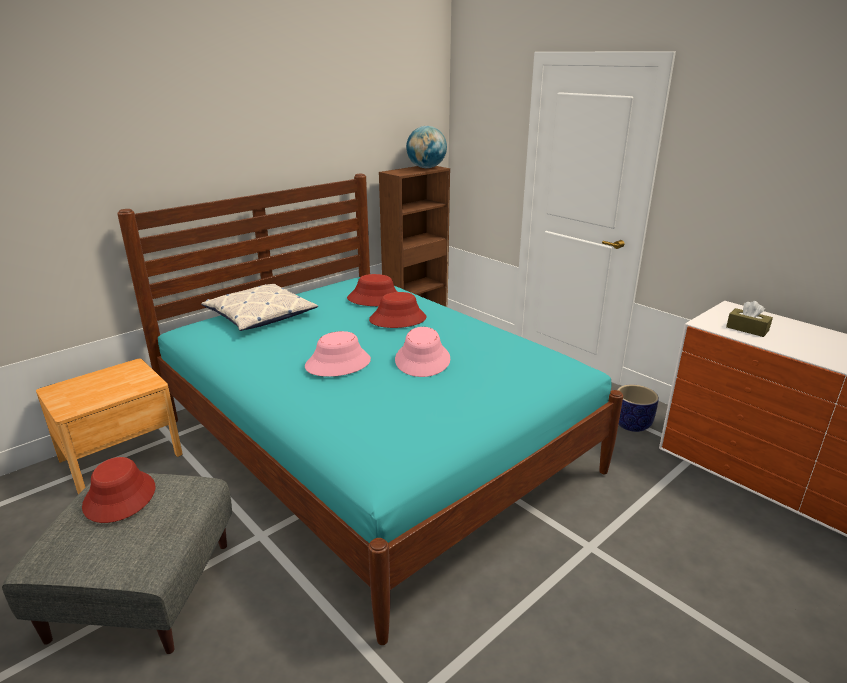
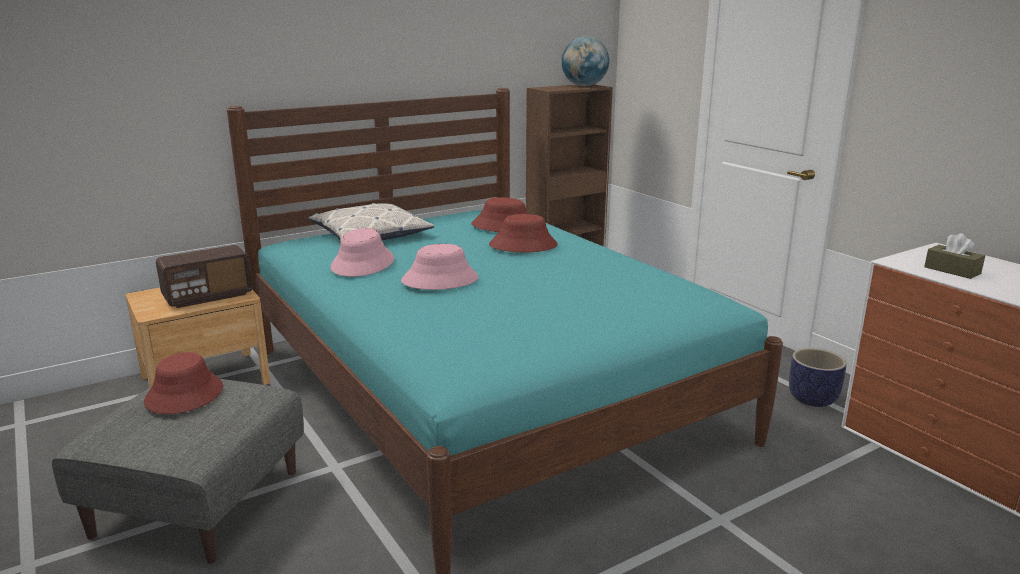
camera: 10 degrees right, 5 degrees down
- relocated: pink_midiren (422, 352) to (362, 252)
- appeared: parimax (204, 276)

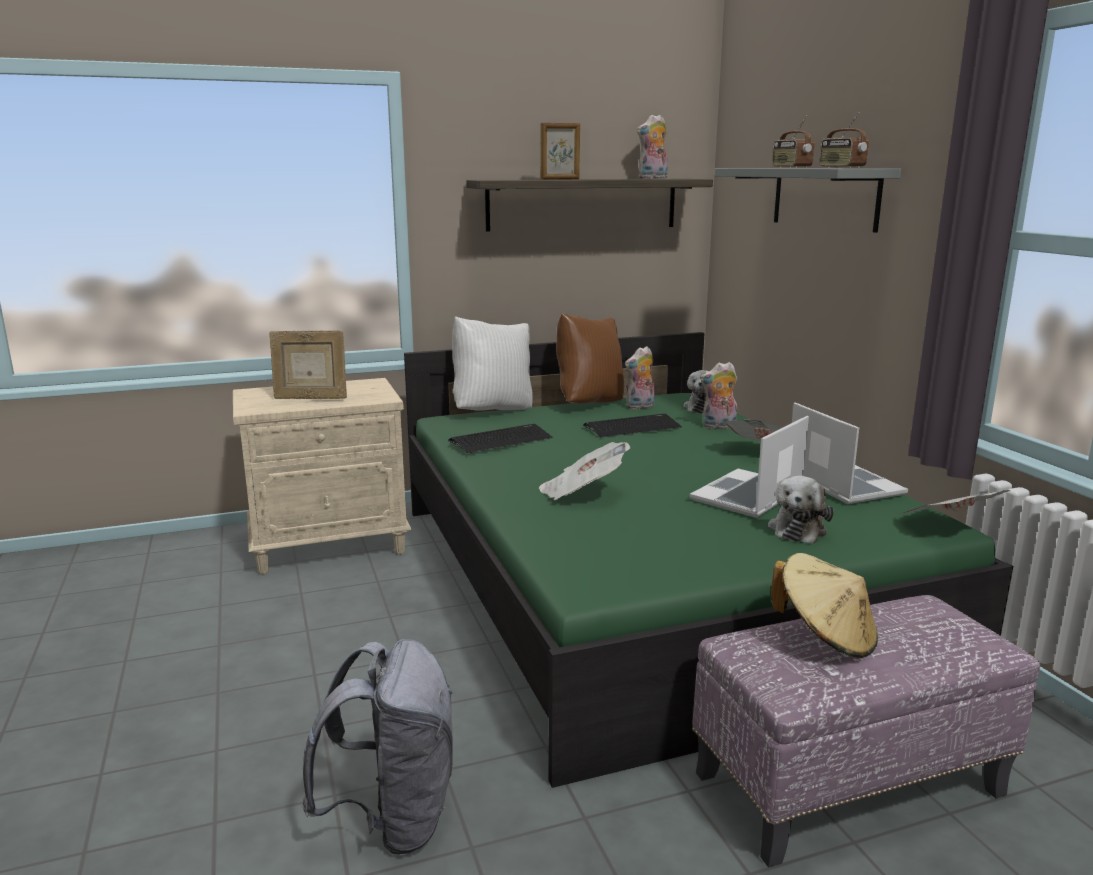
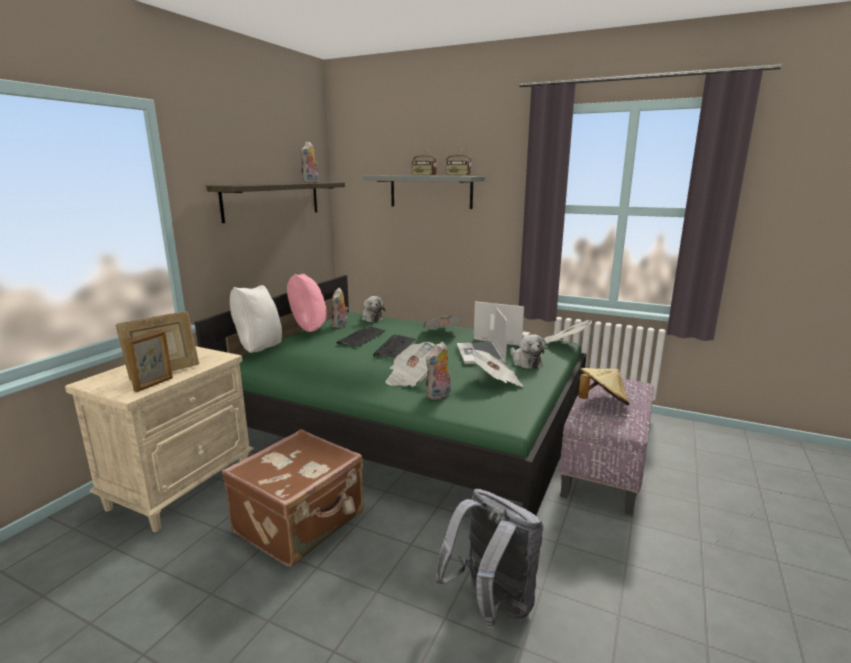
camera: 45 degrees left, 0 degrees up
- relocated: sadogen (560, 151) to (149, 360)
- colour: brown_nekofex (590, 358) to pink_nekofex (307, 303)
- relocated: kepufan (718, 395) to (438, 371)
- relocated: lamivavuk (500, 438) to (394, 346)
- appeared: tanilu (495, 368)
- appeared: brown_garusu (293, 498)

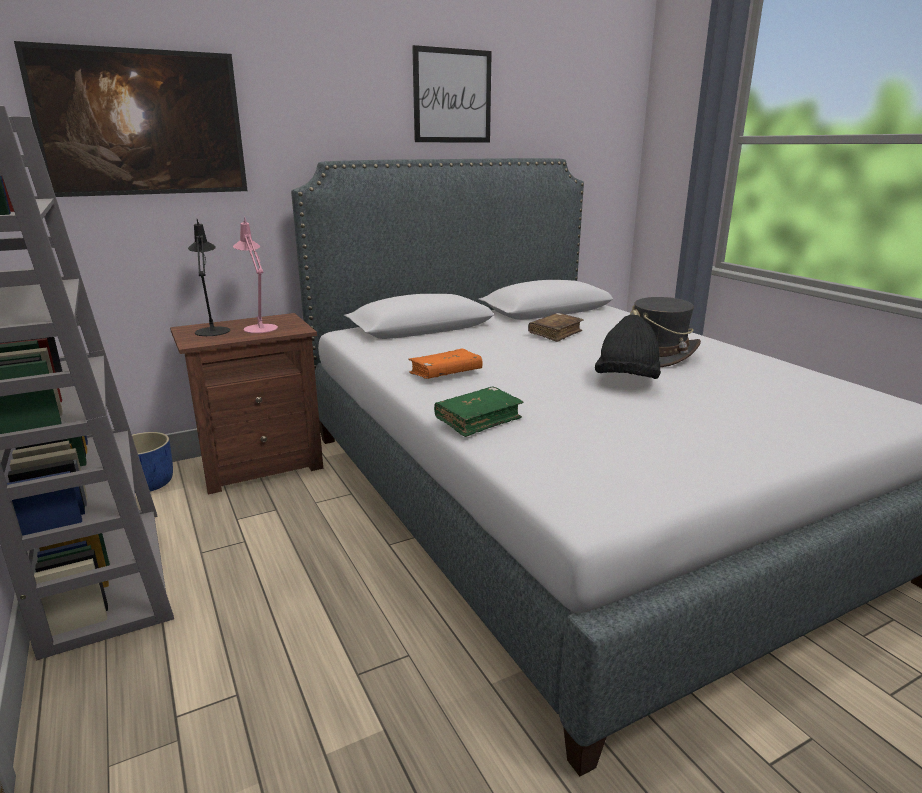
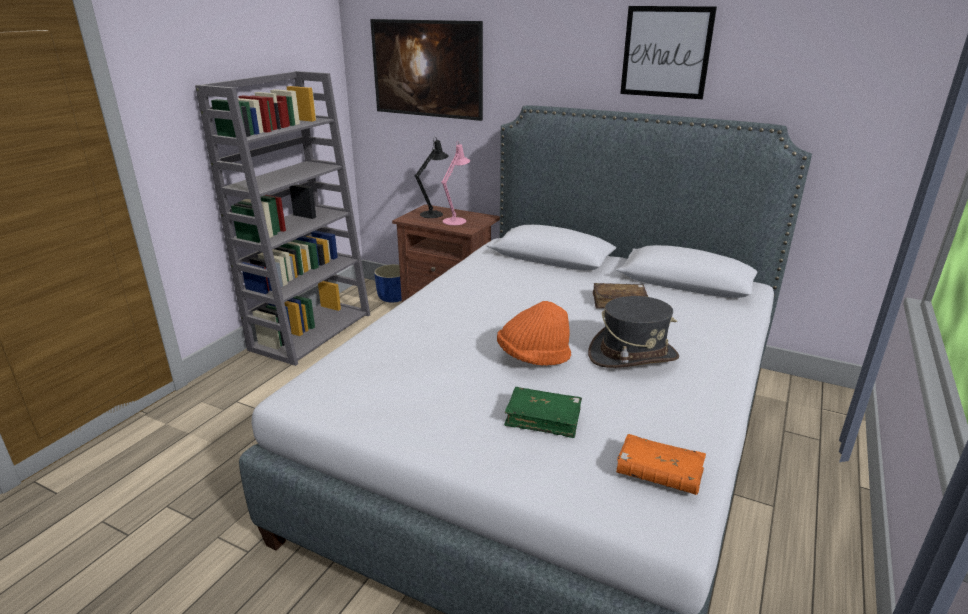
camera: 55 degrees right, 5 degrees up
- colour: black_midiren (628, 347) to orange_midiren (534, 333)
- relocated: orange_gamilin (445, 363) to (661, 464)
- relocated: green_gamilin (479, 412) to (543, 412)

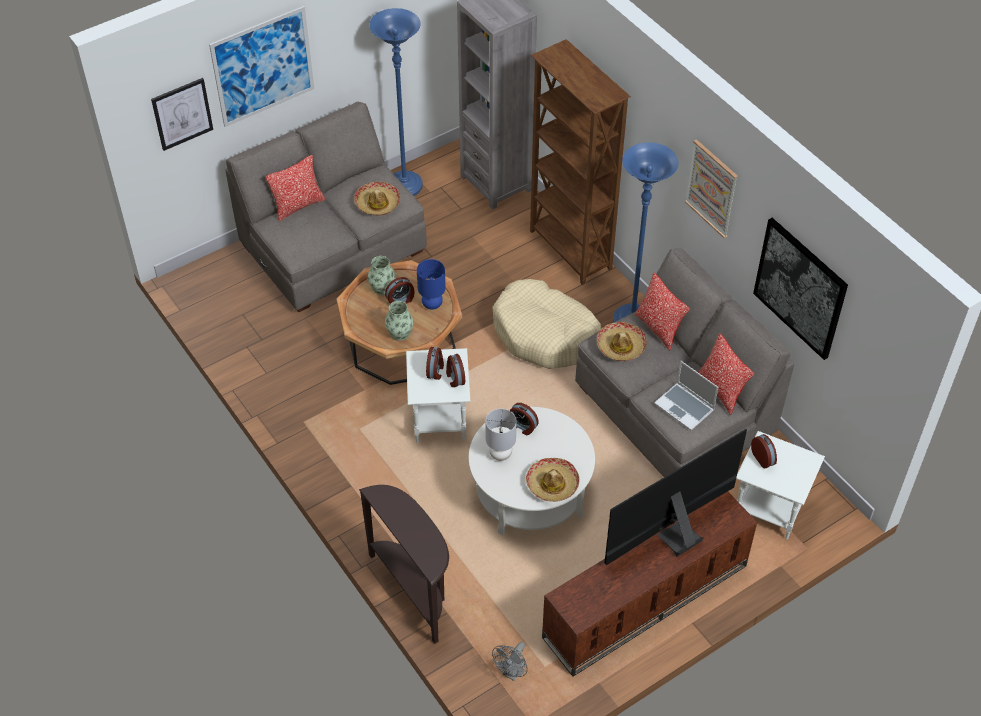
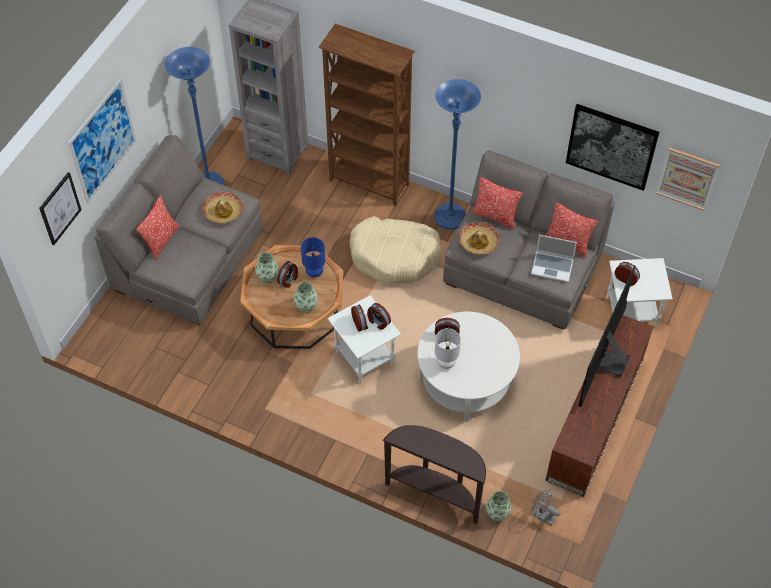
camera: 30 degrees left, 5 degrees up
- relocated: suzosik (711, 189) to (688, 179)
- missing: midiren (553, 480)
- spun: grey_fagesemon (510, 661) = (546, 507) 120 degrees clockwise
- appeared: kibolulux (499, 506)

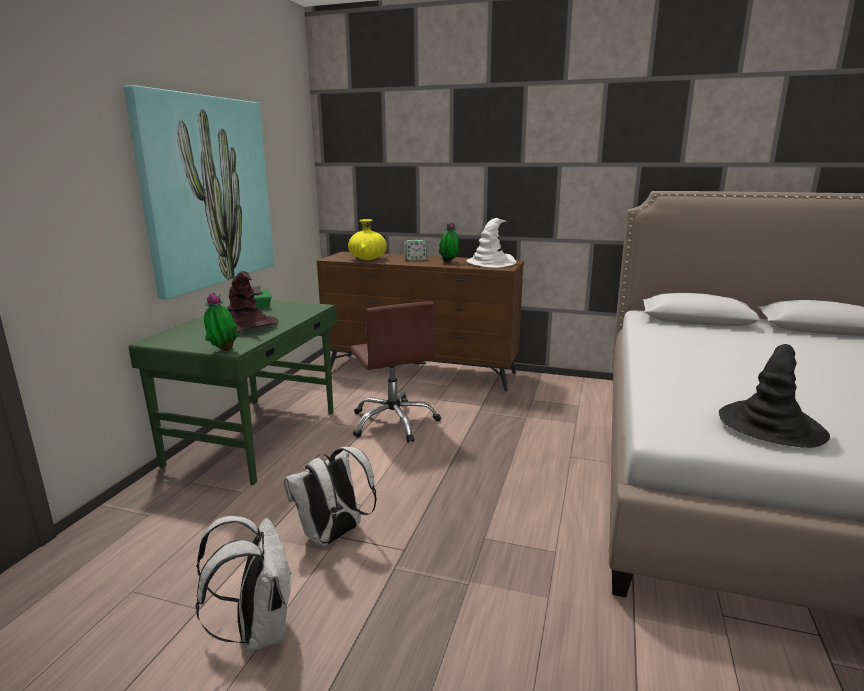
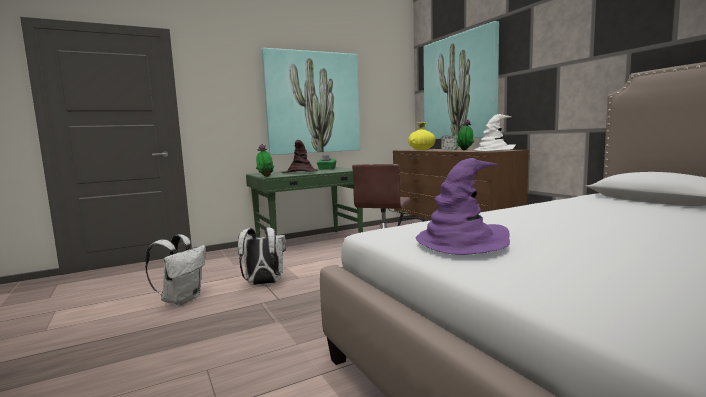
camera: 45 degrees right, 10 degrees down
- colour: black_midiren (774, 396) to purple_midiren (462, 206)
- appeared: suzosik (461, 80)

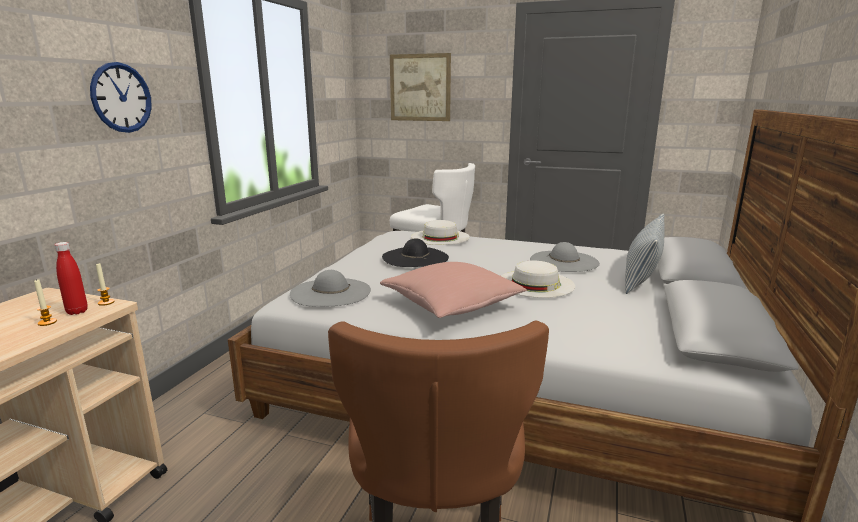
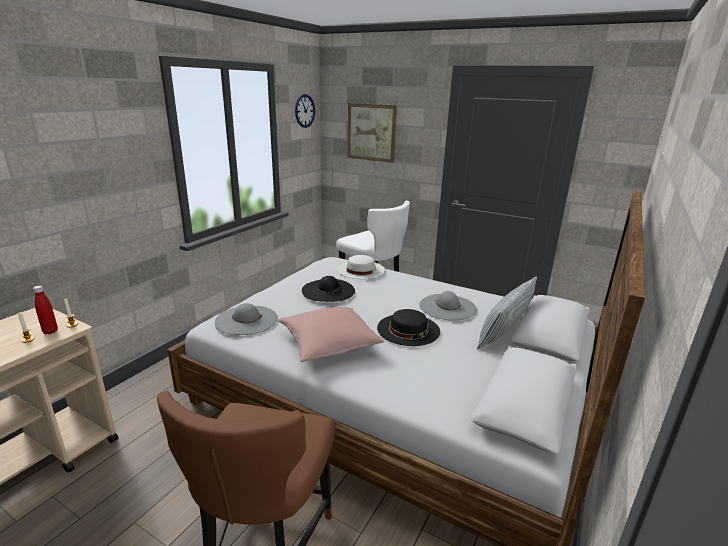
camera: 10 degrees right, 5 degrees up
- relocated: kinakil (121, 97) to (305, 111)
- colour: white_midiren (538, 279) to black_midiren (408, 327)

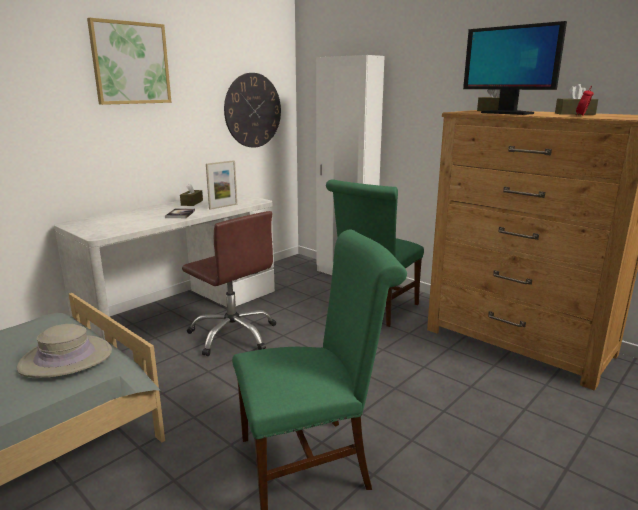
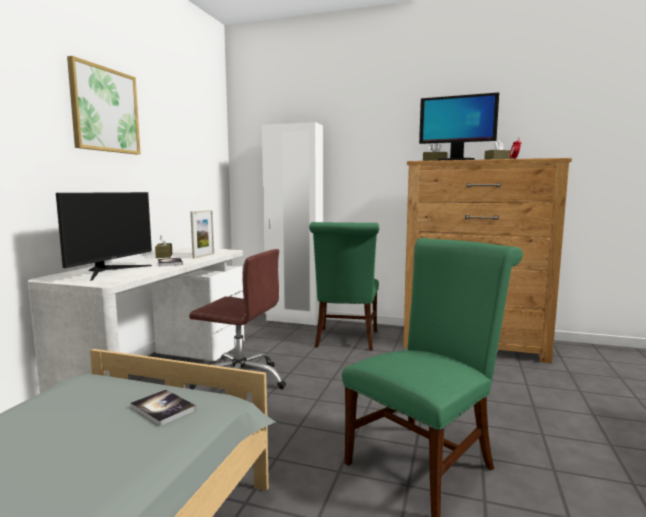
camera: 25 degrees left, 10 degrees down
- missing: kinakil (252, 110)
- exchanged: beige_midiren (64, 351) to gamilin (163, 407)
- appeared: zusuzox (104, 236)

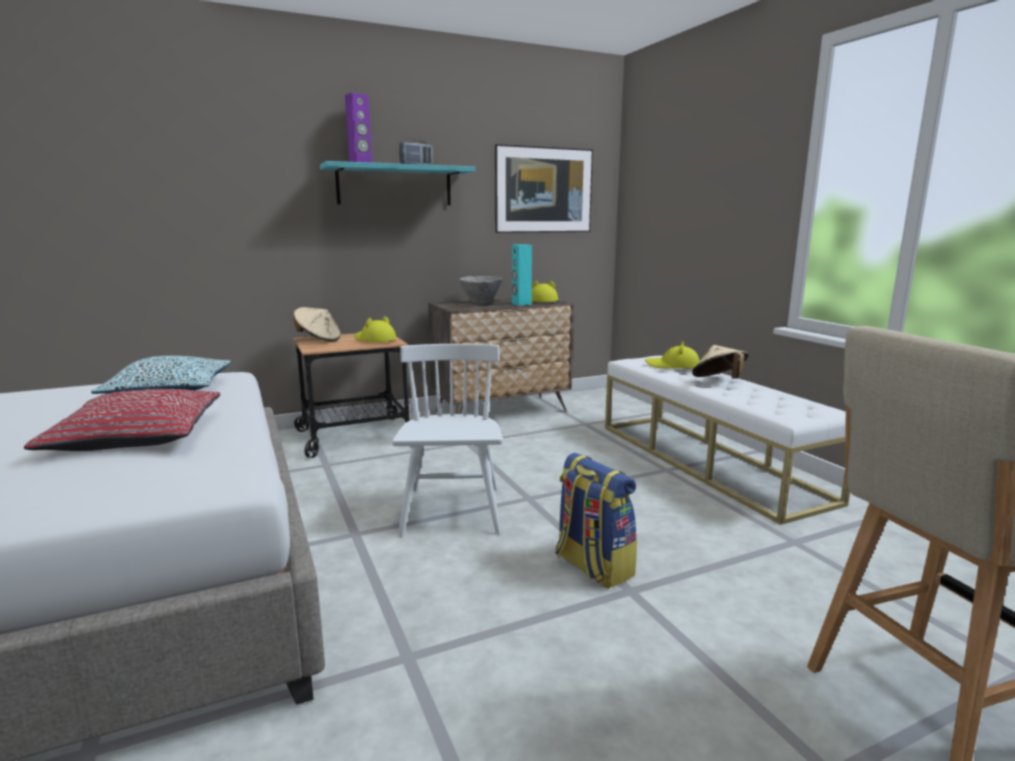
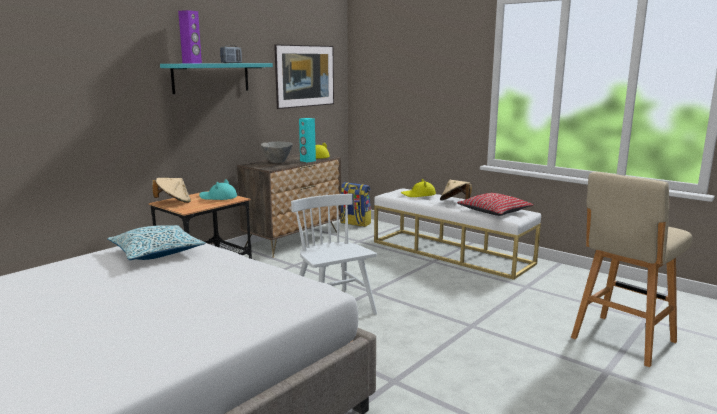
camera: 25 degrees left, 0 degrees up
- colour: yellow_midiren (375, 329) to turquoise_midiren (218, 189)
- relocated: red_nekofex (122, 420) to (495, 204)
- relocated: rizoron (596, 521) to (355, 204)

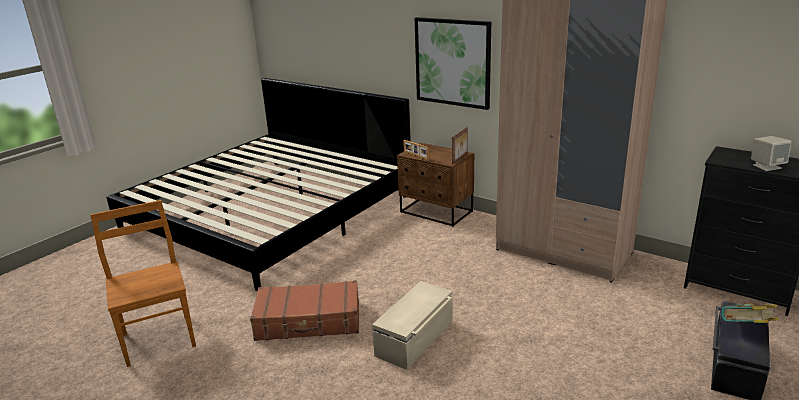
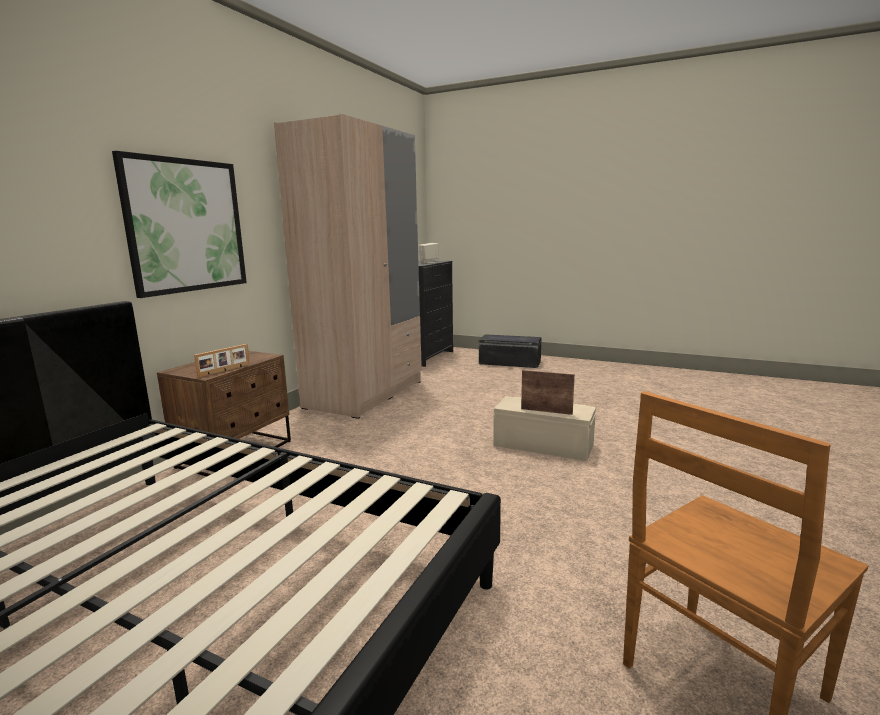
camera: 100 degrees left, 10 degrees down
- relocated: sadogen (460, 145) to (548, 392)
- missing: brown_garusu (304, 310)
- missing: gamilin (749, 313)

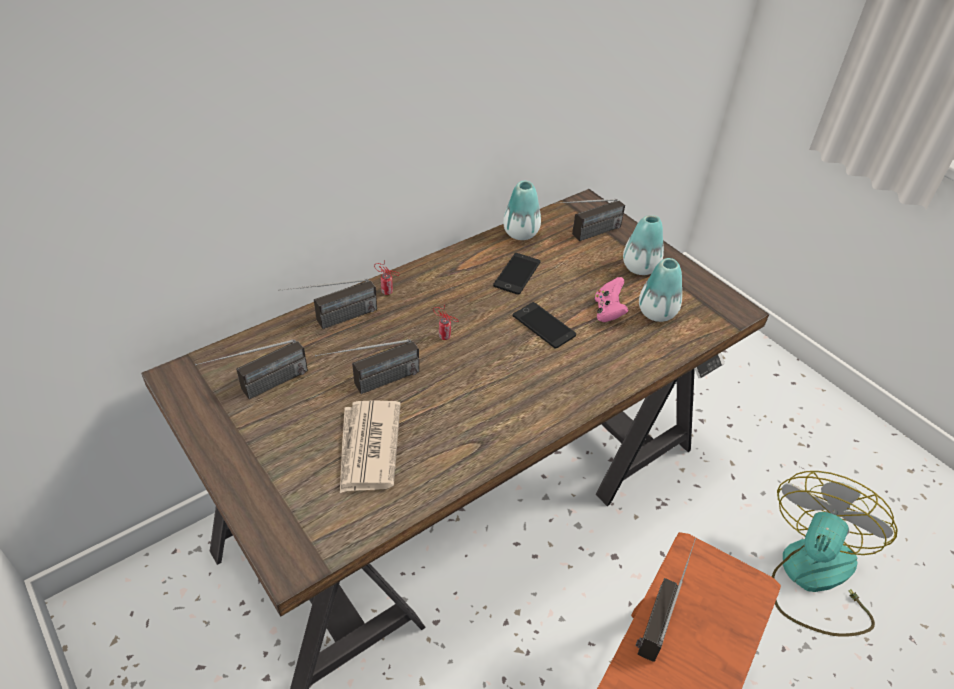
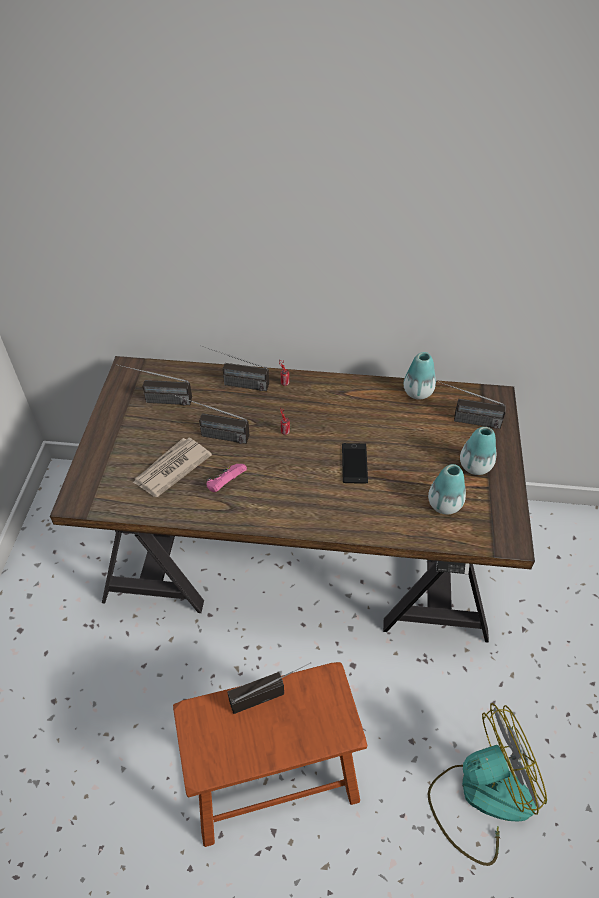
camera: 45 degrees right, 5 degrees up
- missing: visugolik (516, 274)
- relocated: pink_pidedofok (612, 299) to (226, 478)

